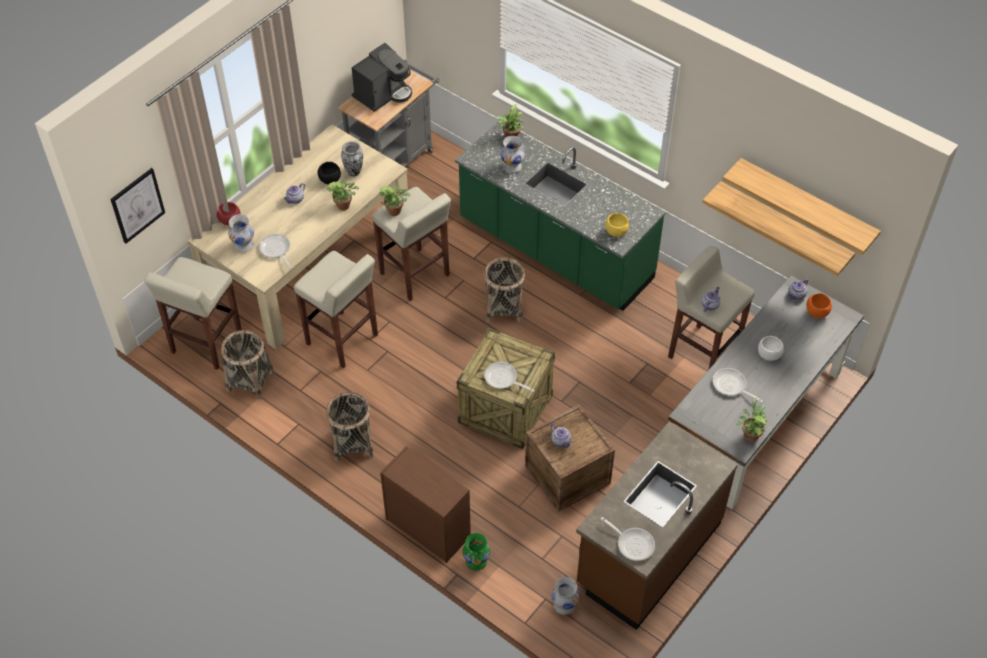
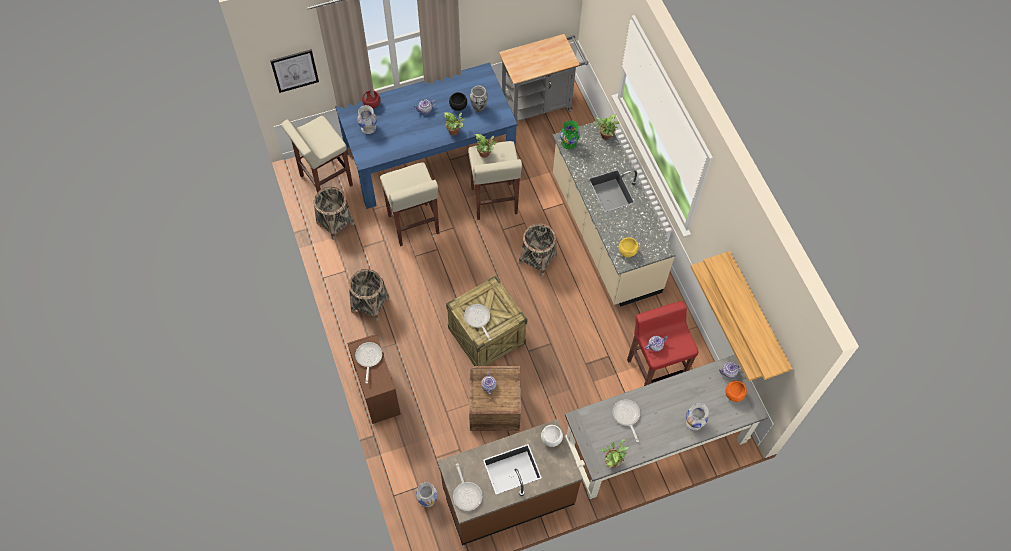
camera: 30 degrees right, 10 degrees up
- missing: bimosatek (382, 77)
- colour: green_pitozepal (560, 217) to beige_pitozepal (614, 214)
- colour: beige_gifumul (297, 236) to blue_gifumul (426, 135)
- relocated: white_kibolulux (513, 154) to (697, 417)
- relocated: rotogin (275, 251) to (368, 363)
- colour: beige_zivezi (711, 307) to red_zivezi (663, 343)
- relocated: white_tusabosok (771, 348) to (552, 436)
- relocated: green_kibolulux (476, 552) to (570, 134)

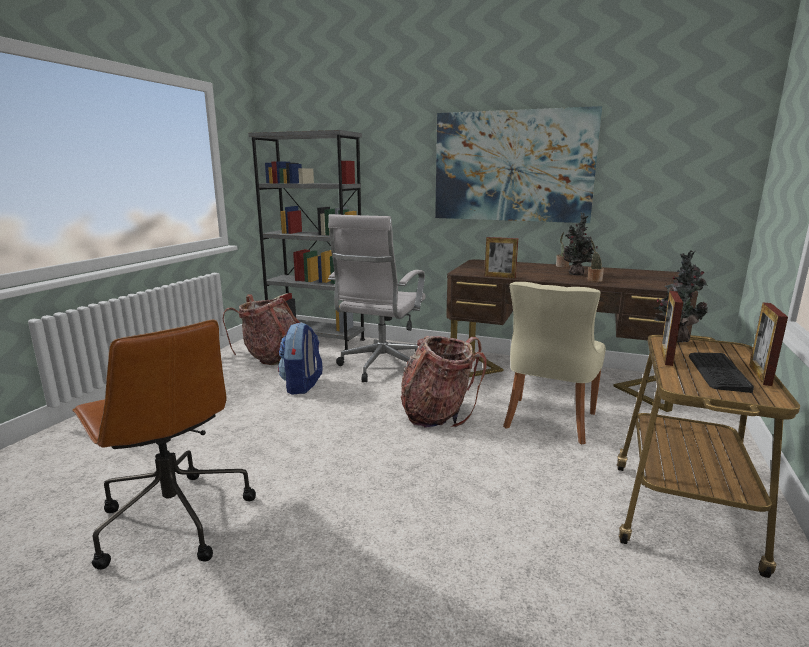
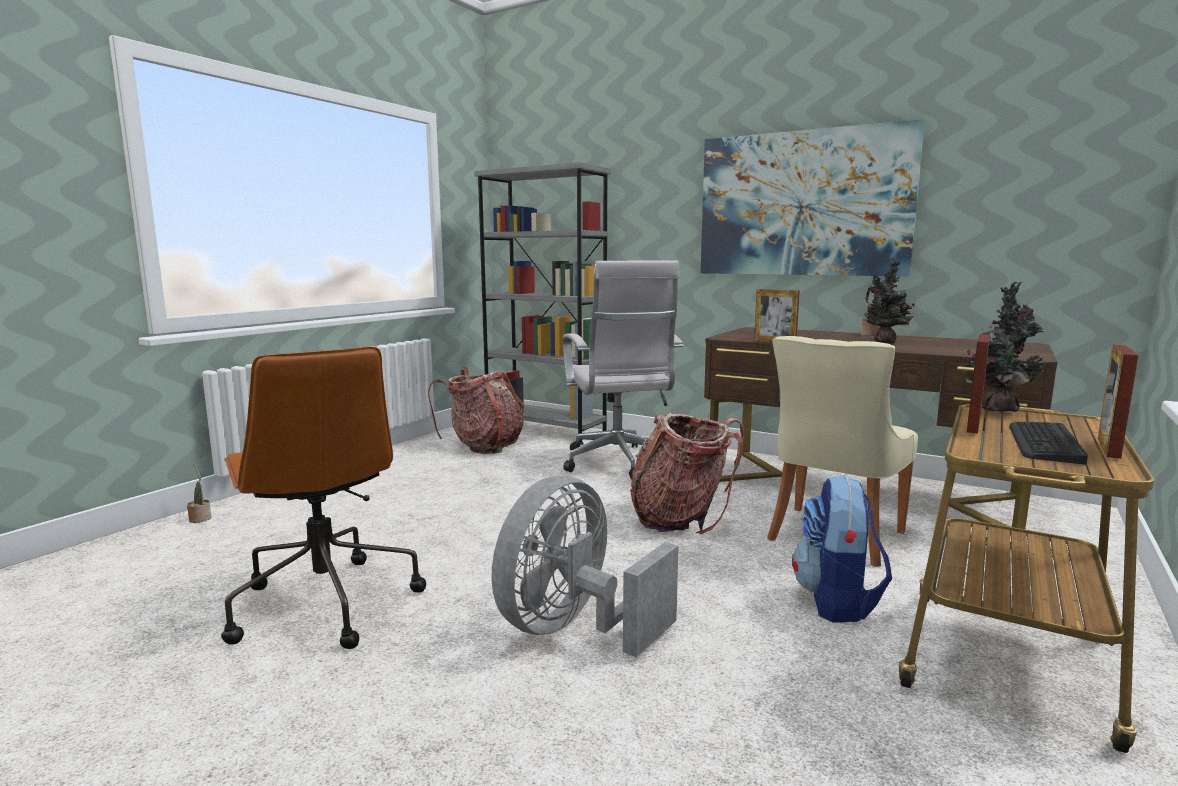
camera: 10 degrees right, 5 degrees down
- spun: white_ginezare (377, 298) = (623, 370) 45 degrees counterclockwise
- relocated: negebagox (595, 260) to (199, 493)
- relocated: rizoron (300, 358) to (842, 548)
- appeared: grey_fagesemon (584, 566)

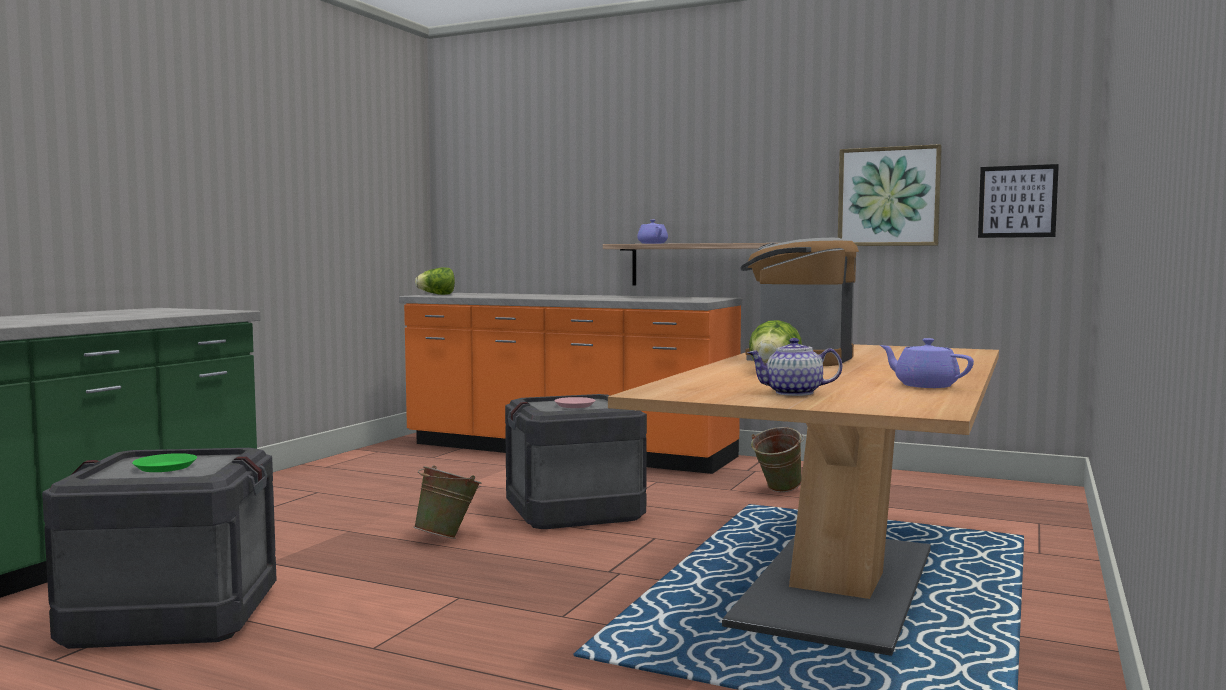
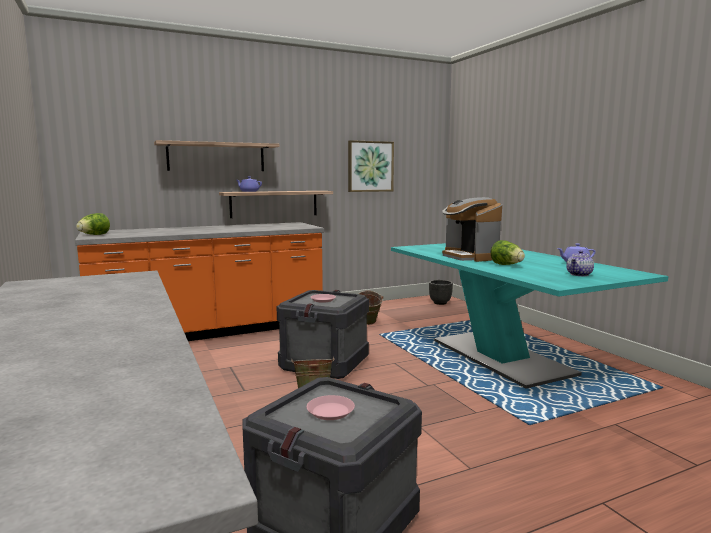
camera: 50 degrees left, 5 degrees up
- missing: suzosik (1018, 201)
- colour: beige_gifumul (803, 500) to turquoise_gifumul (529, 315)
- colour: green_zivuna (164, 462) to pink_zivuna (331, 407)
- appeared: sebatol (217, 155)
- appeared: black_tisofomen (441, 292)

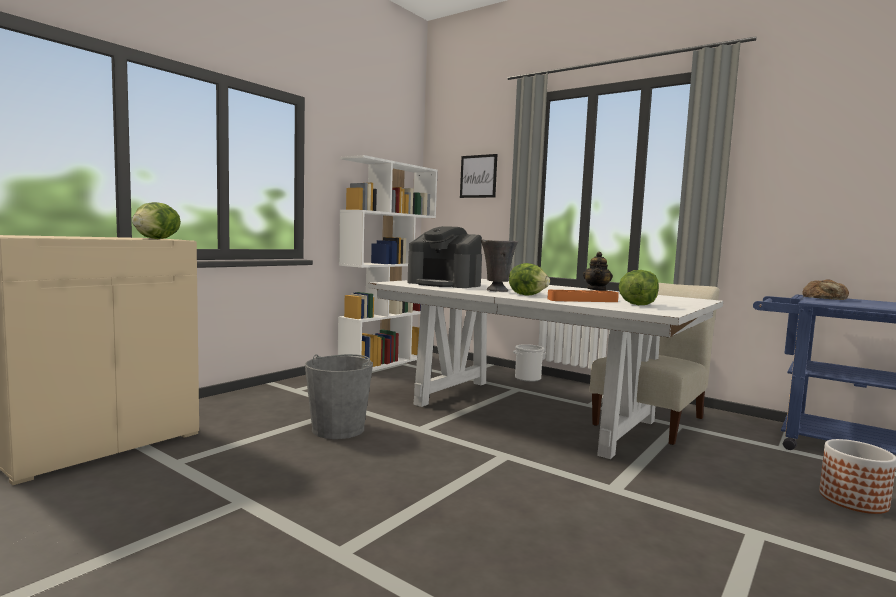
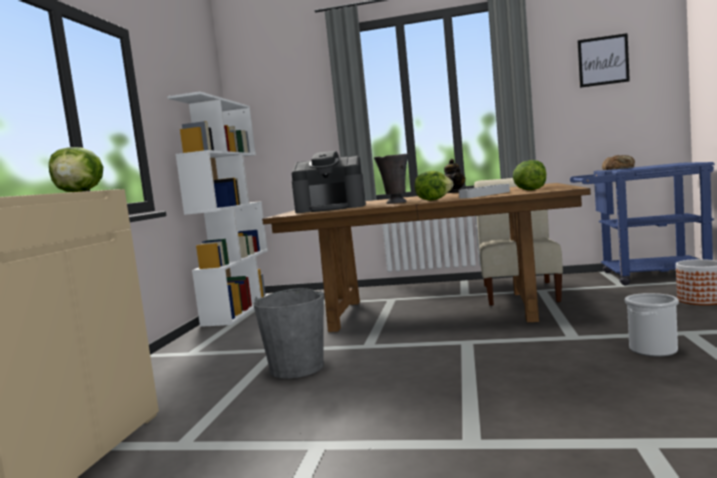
camera: 25 degrees left, 0 degrees up
- relocated: suzosik (478, 176) to (604, 60)
- colour: white_gifumul (546, 369) to brown_gifumul (426, 257)
- colour: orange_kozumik (583, 296) to grey_kozumik (484, 191)
- relocated: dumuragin (529, 363) to (652, 325)

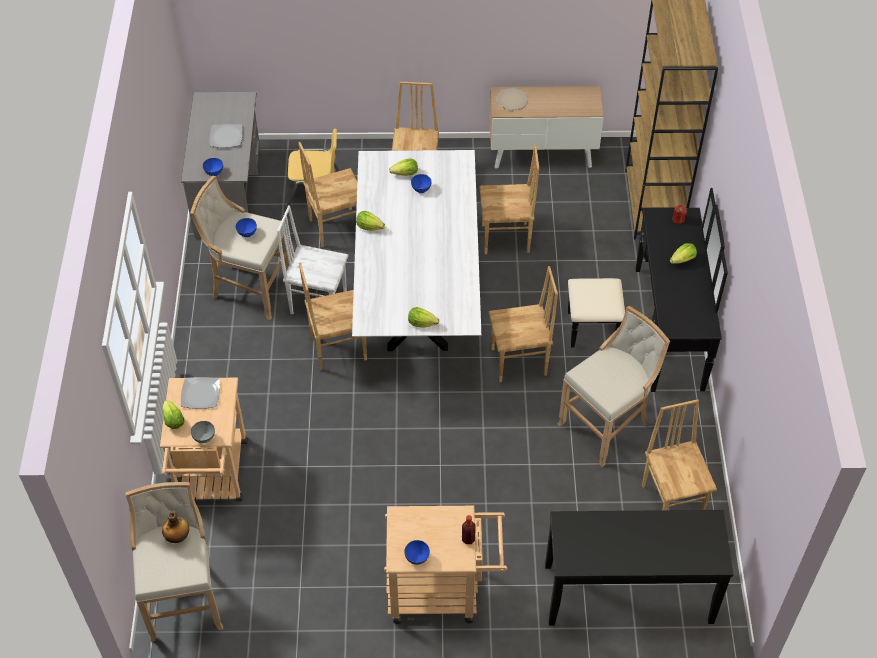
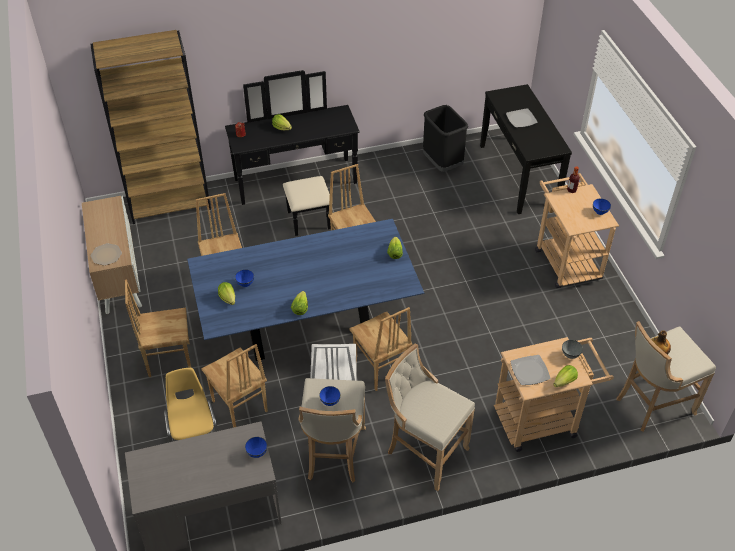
camera: 105 degrees left, 5 degrees down
- relocated: zivuna (226, 136) to (522, 117)
- colour: white_gifumul (416, 250) to blue_gifumul (305, 290)
- relocated: beige_zivezi (613, 386) to (430, 417)
- exchanged: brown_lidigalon (679, 454) to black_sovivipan (445, 138)

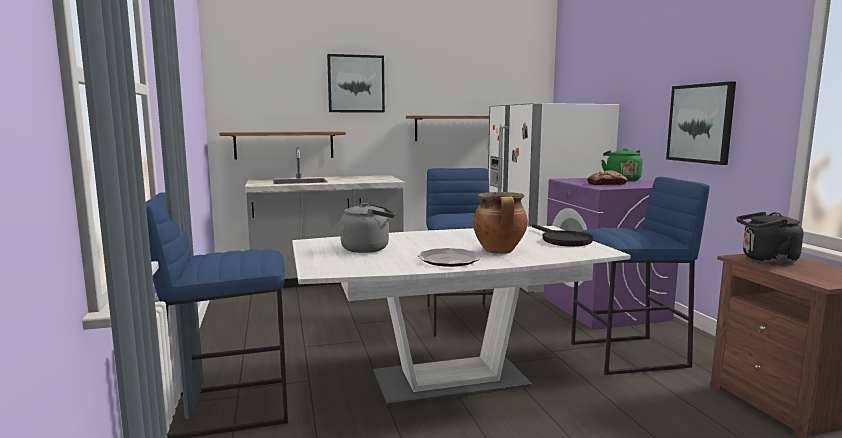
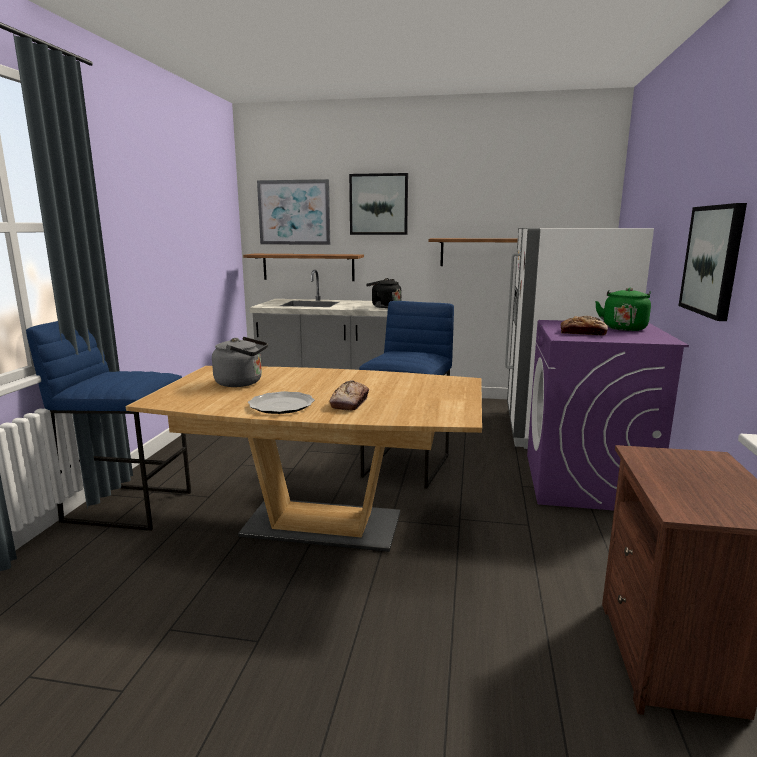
camera: 25 degrees right, 5 degrees up
- missing: blue_zivezi (640, 276)
- exchanged: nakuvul (500, 223) to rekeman (349, 395)
- relocated: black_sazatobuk (770, 238) to (383, 293)
- missing: black_rotogin (563, 235)
- colour: white_gifumul (461, 316) to brown_gifumul (304, 459)
- appeared: suzosik (293, 212)

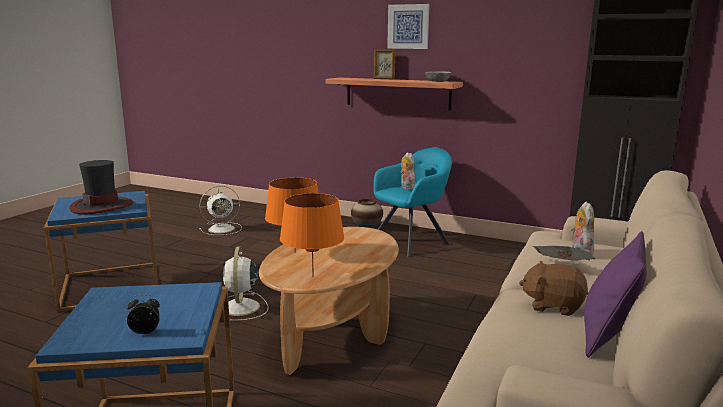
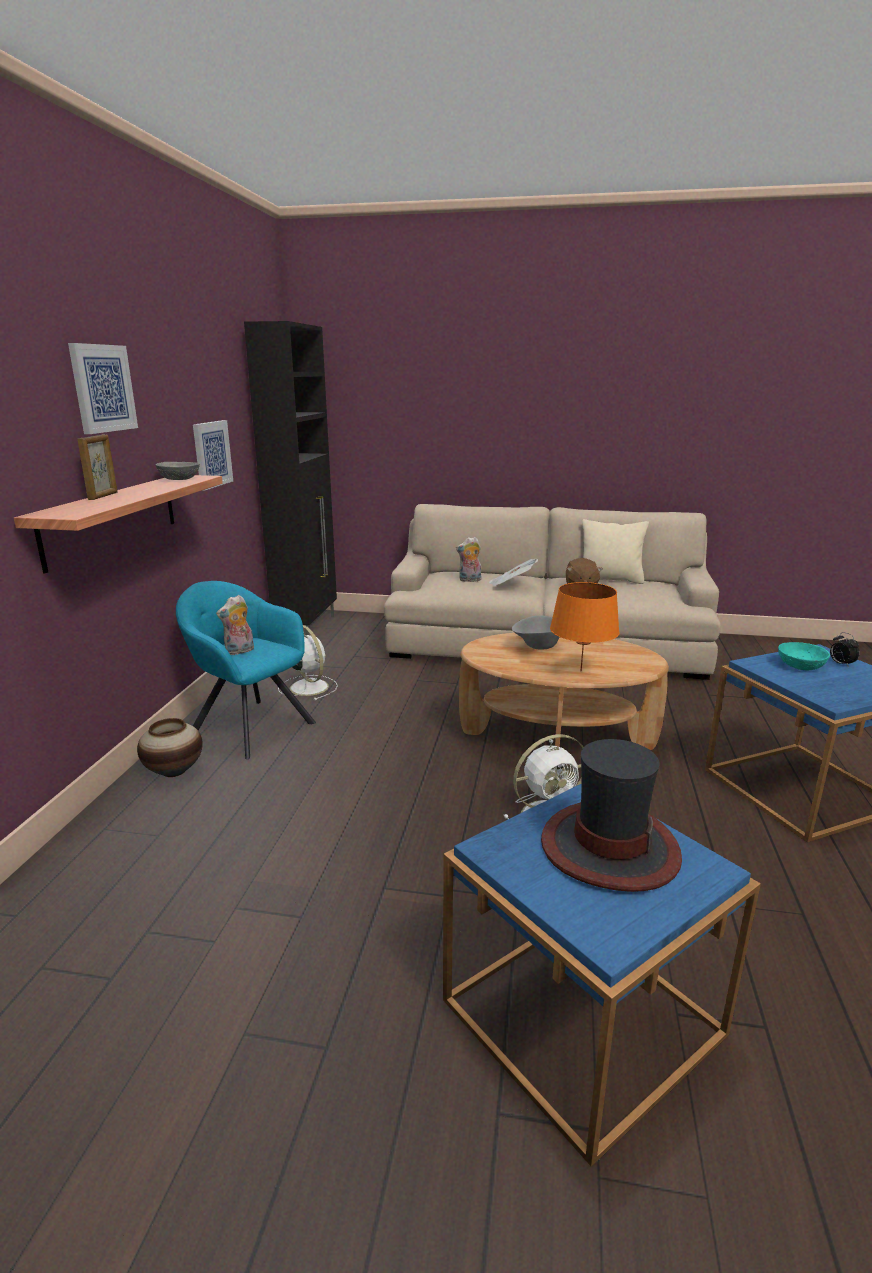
camera: 105 degrees left, 5 degrees up
- relocated: white_fagesemon (220, 210) to (308, 662)
- missing: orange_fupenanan (312, 235)
- colour: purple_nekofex (615, 294) to beige_nekofex (615, 551)
- appeared: suzosik (213, 455)
- appeared: grey_tusabosok (536, 633)
- appeared: turquoise_tusabosok (804, 656)

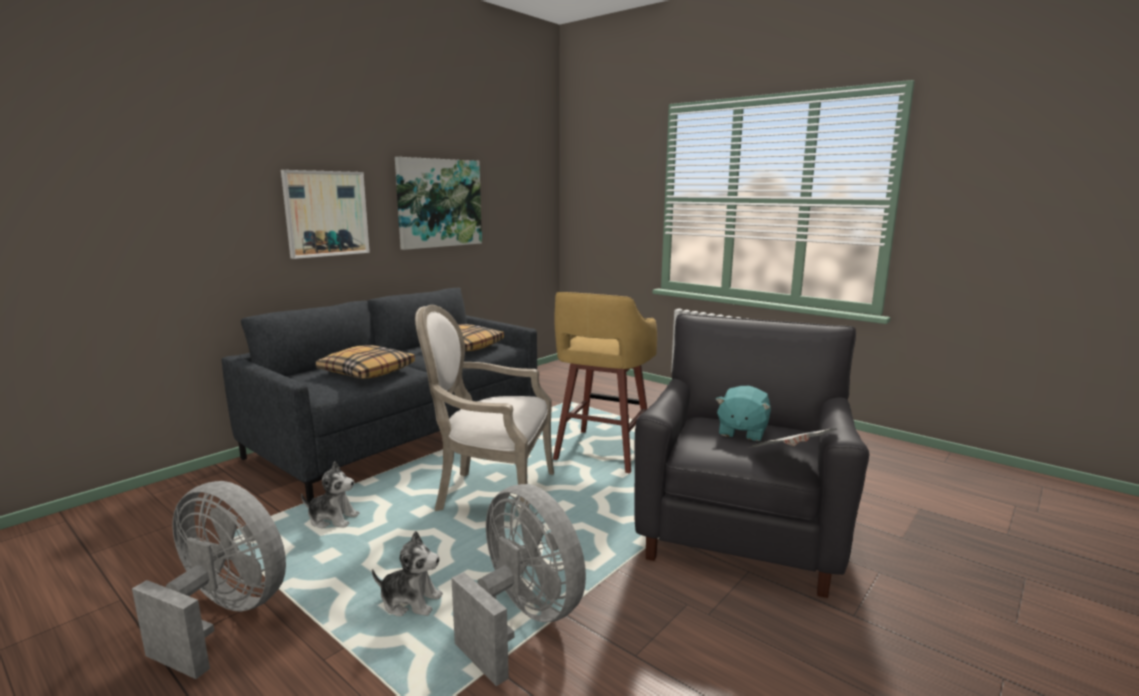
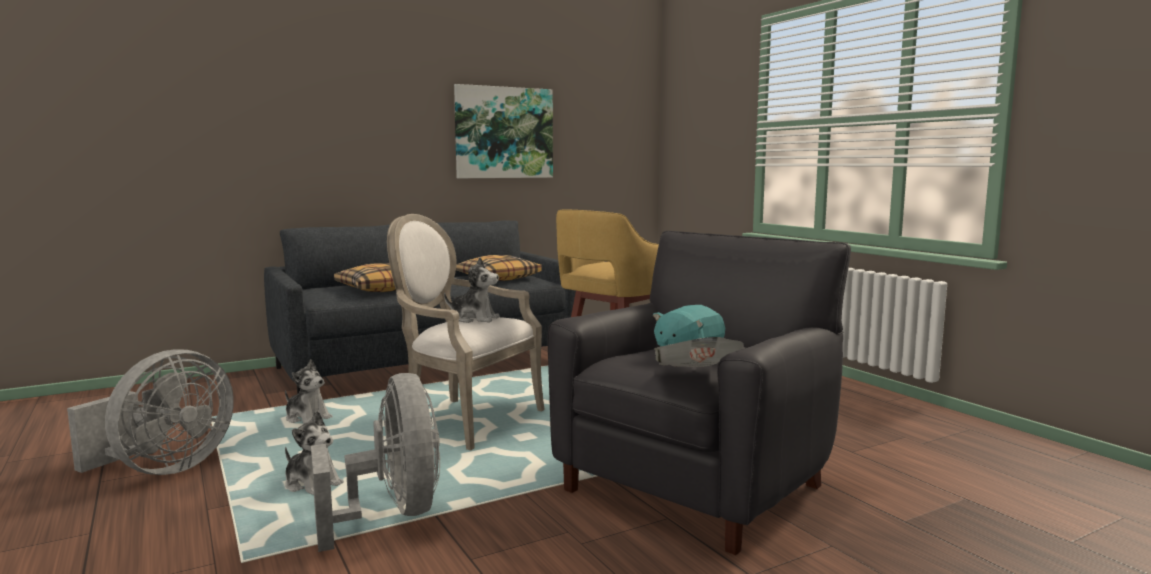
camera: 20 degrees right, 5 degrees down
- missing: suzosik (325, 214)
- spun: grey_fagesemon (209, 580) = (150, 412) 75 degrees clockwise
- appeared: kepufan (472, 290)

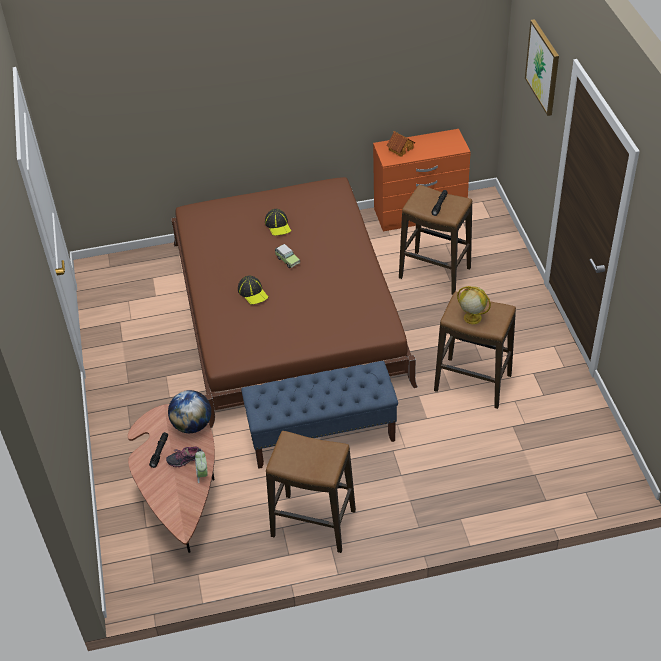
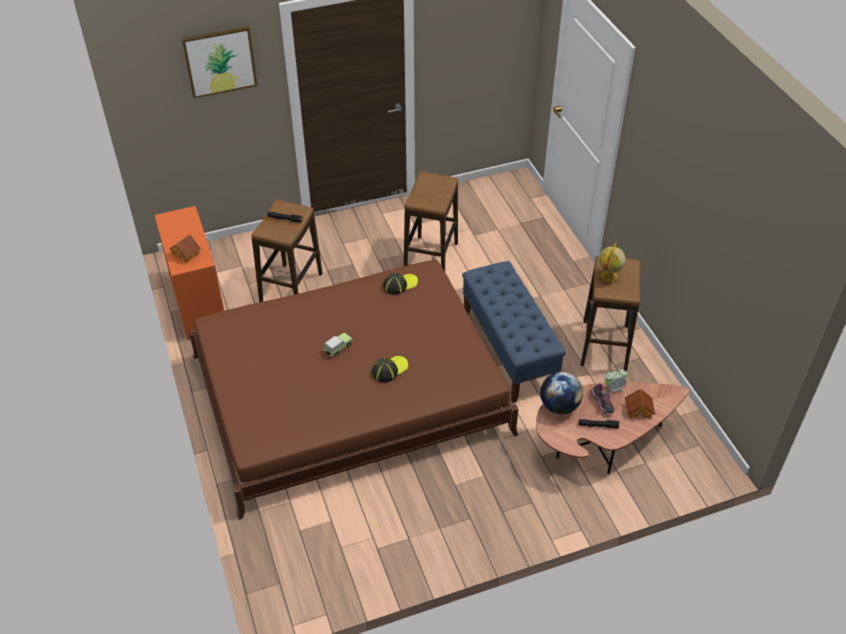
camera: 100 degrees left, 0 degrees up
- relocated: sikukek (278, 222) to (400, 284)
- relocated: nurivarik (474, 305) to (612, 262)
- appeared: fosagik (640, 404)

